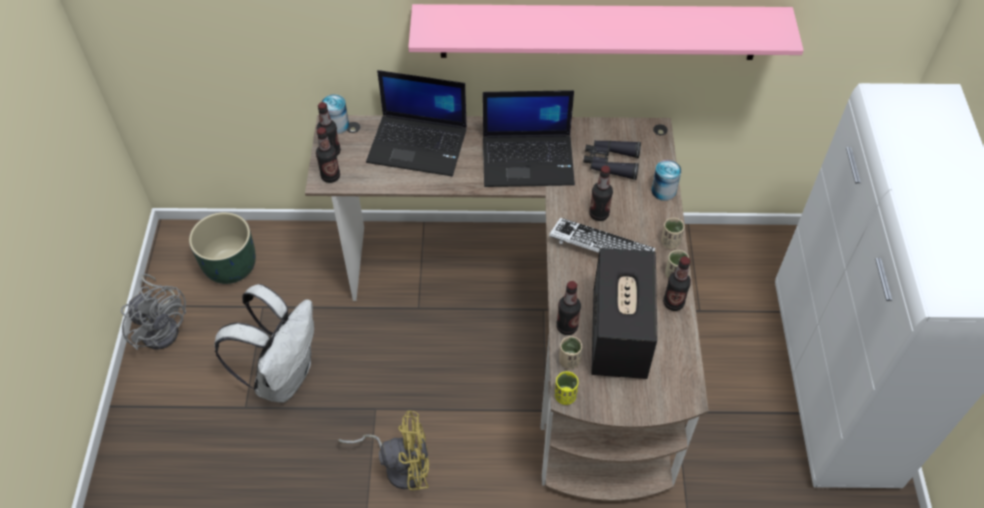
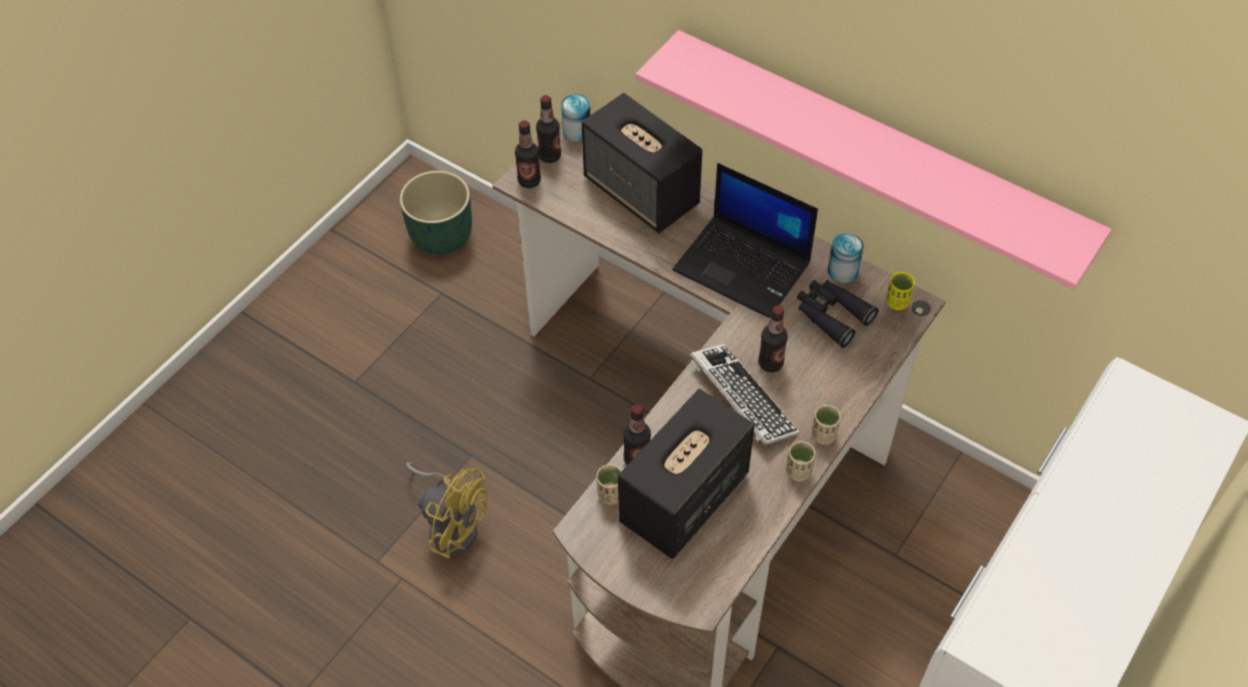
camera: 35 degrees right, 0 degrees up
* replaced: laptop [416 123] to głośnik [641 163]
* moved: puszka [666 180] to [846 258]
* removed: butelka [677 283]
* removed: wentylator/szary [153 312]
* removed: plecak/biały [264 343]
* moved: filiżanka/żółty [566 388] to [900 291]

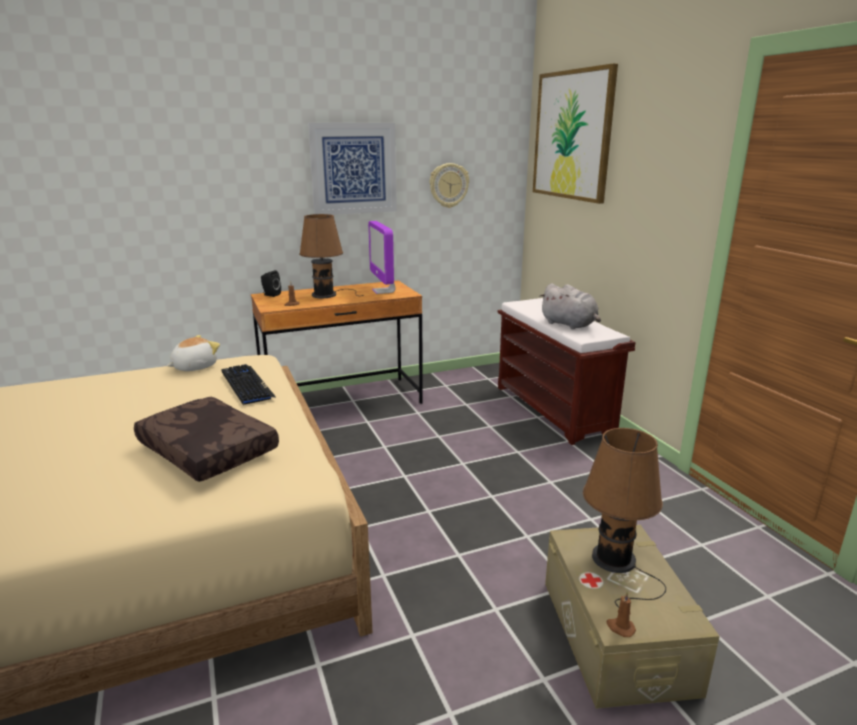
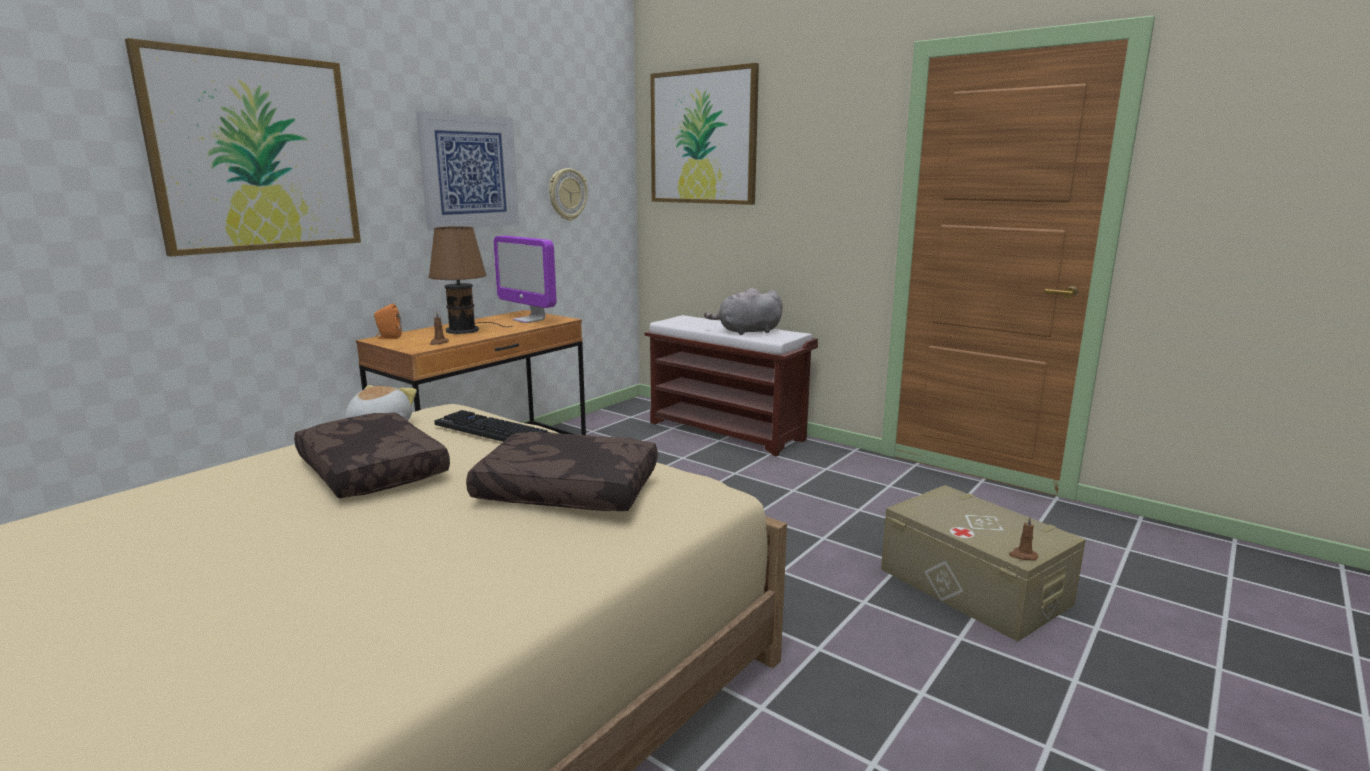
camera: 30 degrees left, 5 degrees down
* recoloured: głośnik/czarny [271 283] to głośnik/pomarańczowy [388 321]
* turned: pluszak/szary [570 306] = [743 311] 150 degrees clockwise
* removed: lampa stołowa/brązowy [624 518]
* added: obraz [243 147]
* added: poduszka/brązowy [372 455]

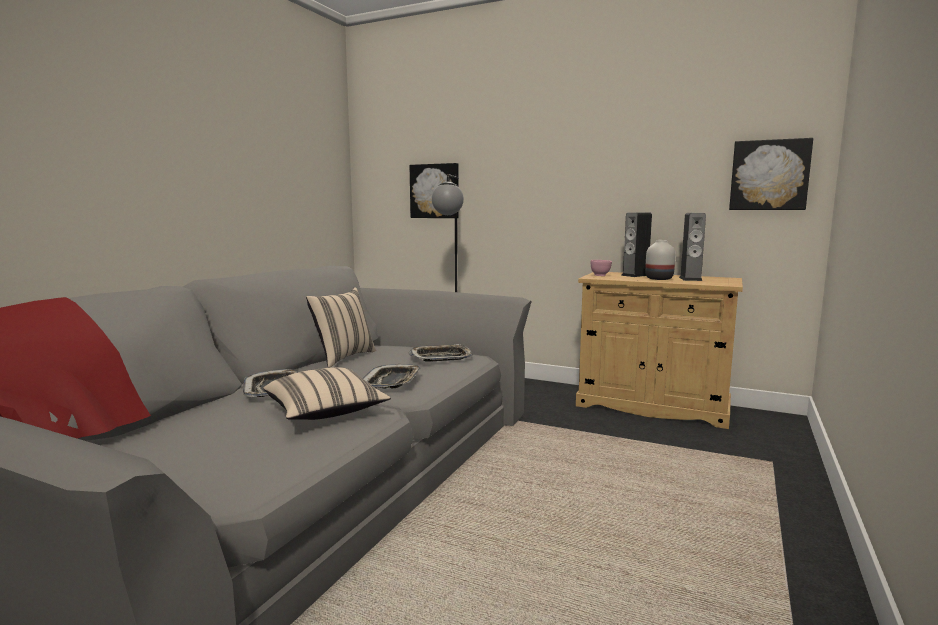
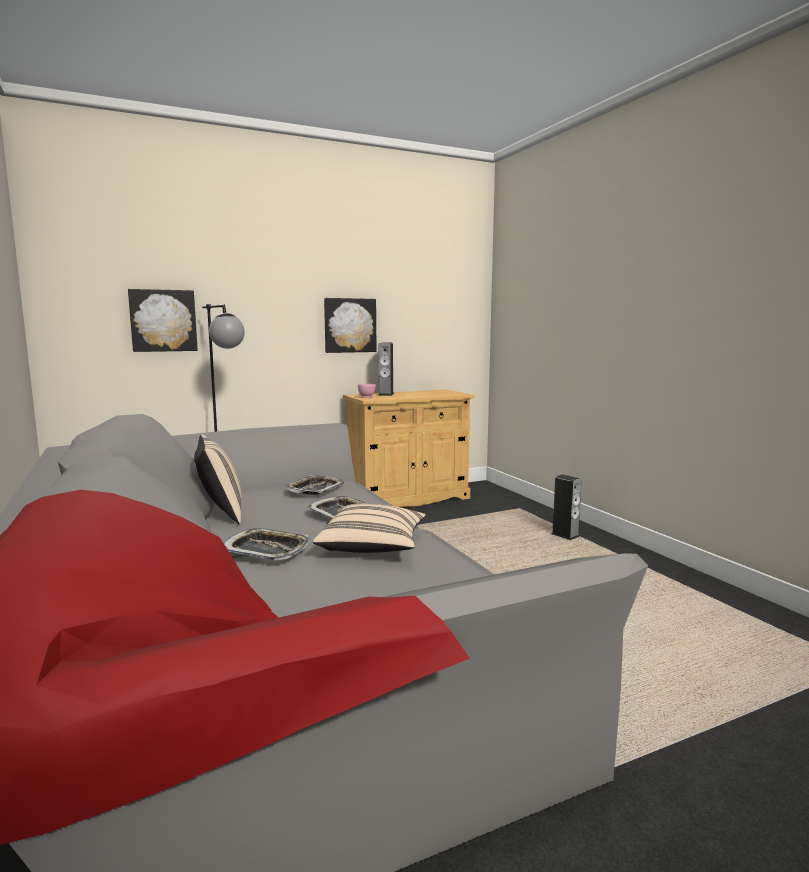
camera: 50 degrees left, 0 degrees up
* moved: obraz [771 174] to [350 325]
* moved: głośnik [692 247] to [566 507]
* removed: wazon/biały [660 260]

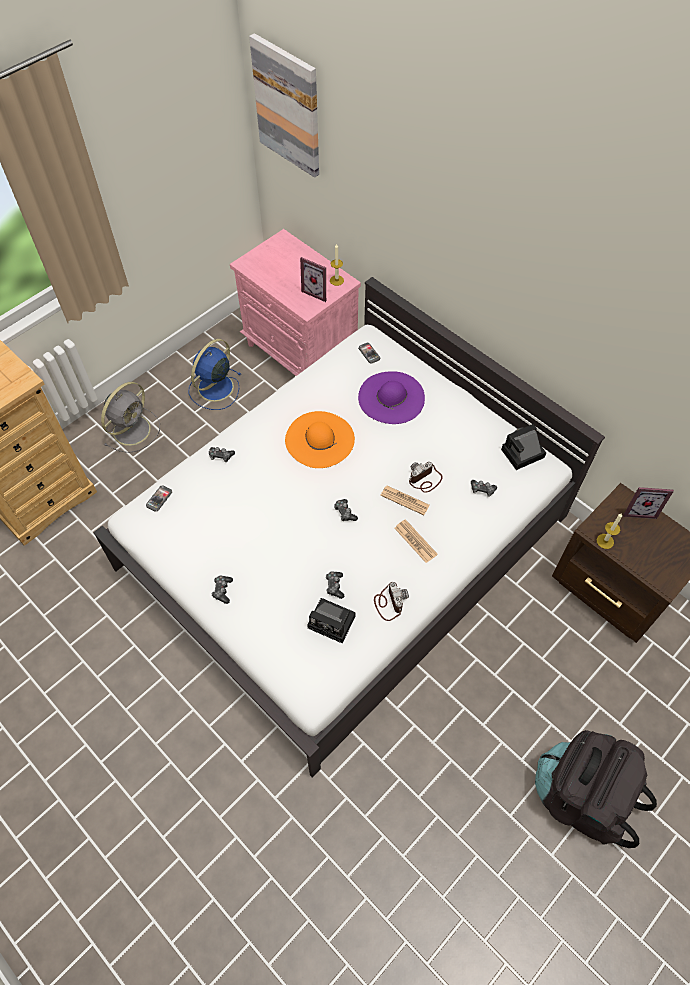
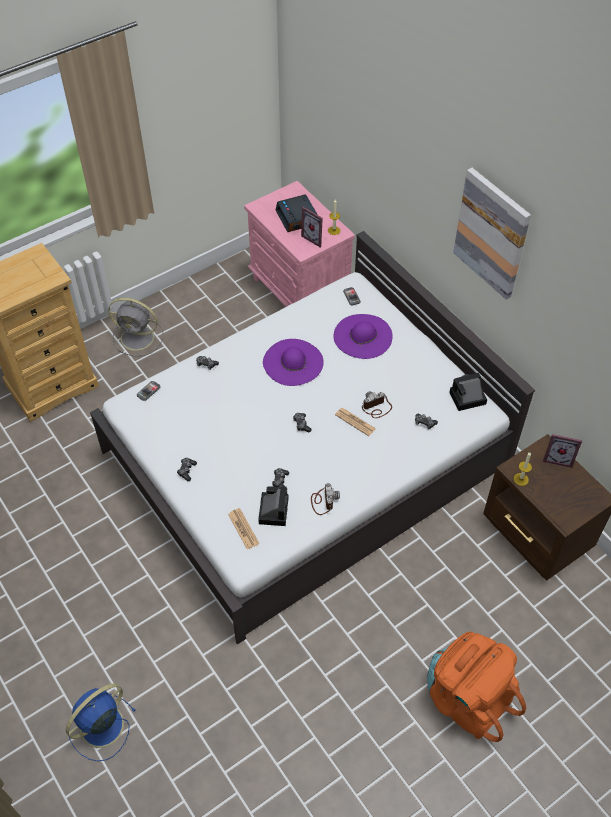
camera: 10 degrees right, 5 degrees down
* moved: obraz [284 105] to [492 234]
* moved: wentylator/niebieski [214 374] to [101 722]
* turned: wentylator/szary [130 417] = [135 327] 60 degrees clockwise
* recoloured: kapelusz/pomarańczowy [320 439] to kapelusz/fioletowy [293 362]
* moved: gazeta [416 541] to [243 528]
* turned: aparat fotograficzny [331 620] = [273 506] 120 degrees counterclockwise
* recoloured: plecak/czarny [596 789] to plecak/pomarańczowy [476 687]
* added: budzik [297 213]

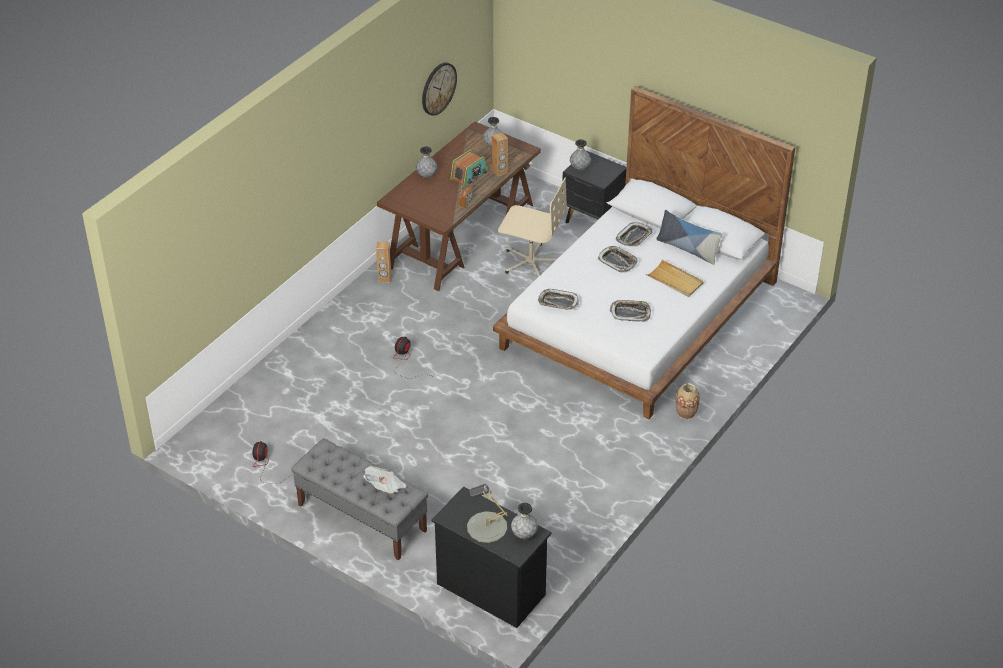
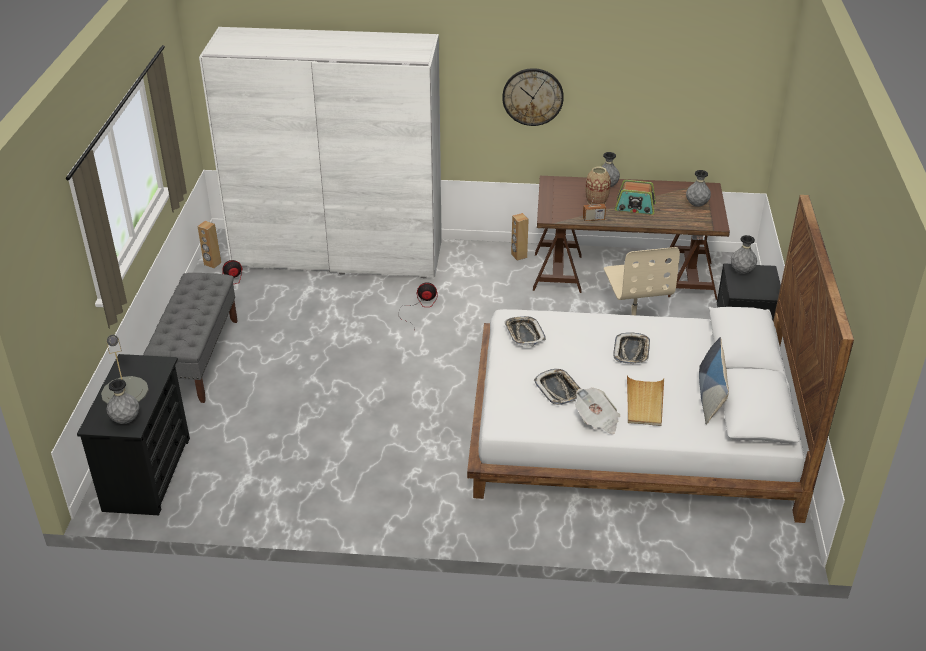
camera: 60 degrees right, 5 degrees down
* moved: zegar ścienny [439 89] to [533 97]
* moved: głośnik/brązowy [499 154] to [209 244]
* removed: taca [634 234]
* moved: wazon [687 401] to [598 186]
* moved: gazeta [385 480] to [597 411]
* added: szafa/biały [320 153]

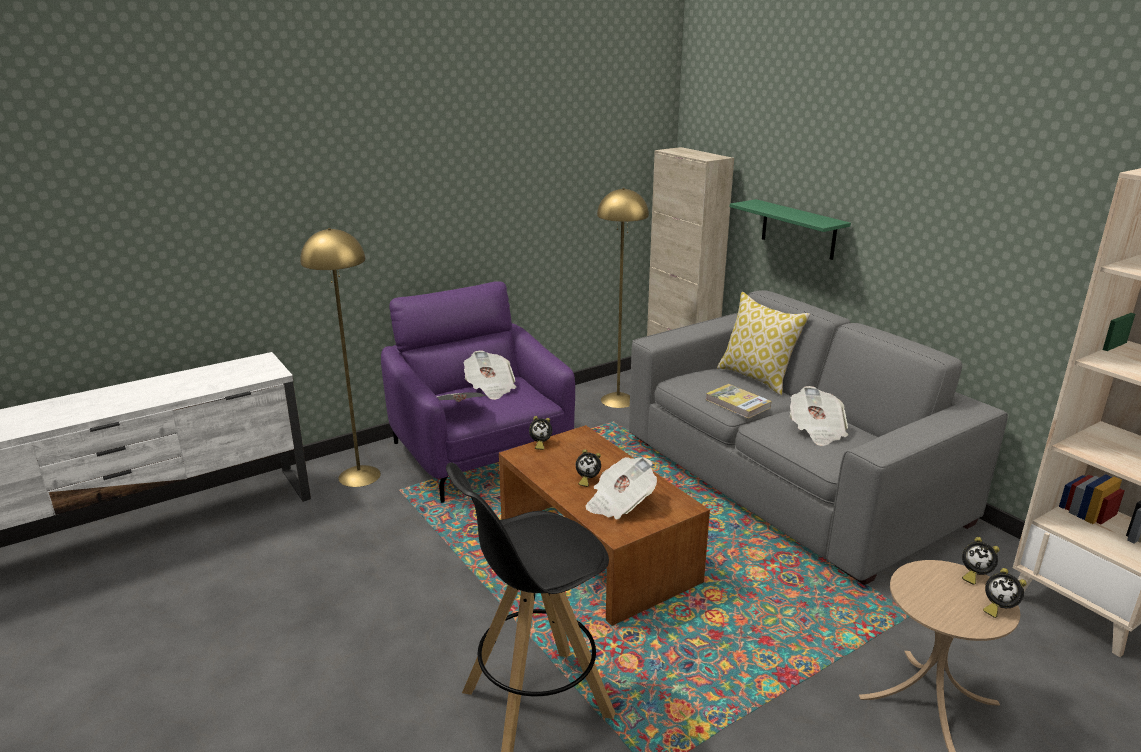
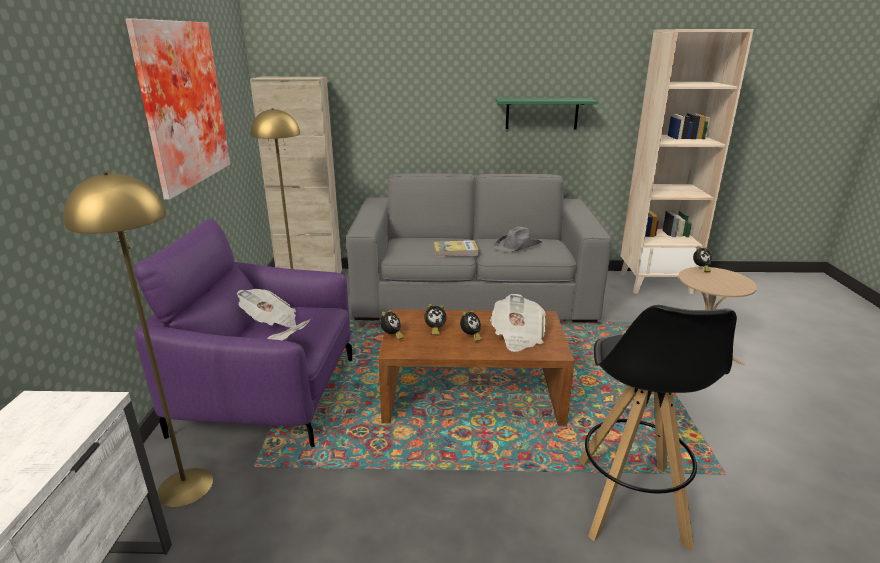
camera: 55 degrees left, 0 degrees up
* moved: półka/zielony [790 229] to [547 114]
* removed: poduszka [763 343]
* replaced: gazeta [818 416] to kapelusz/szary [517 239]
* moved: budzik [1005 593] to [435 319]
* added: obraz [178 109]

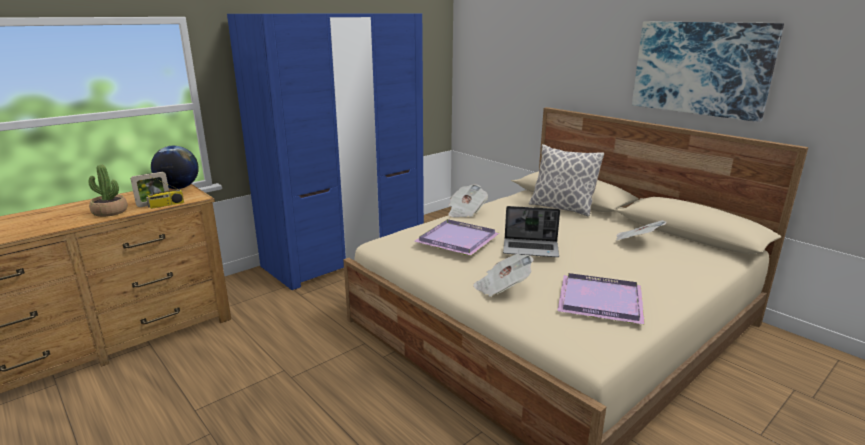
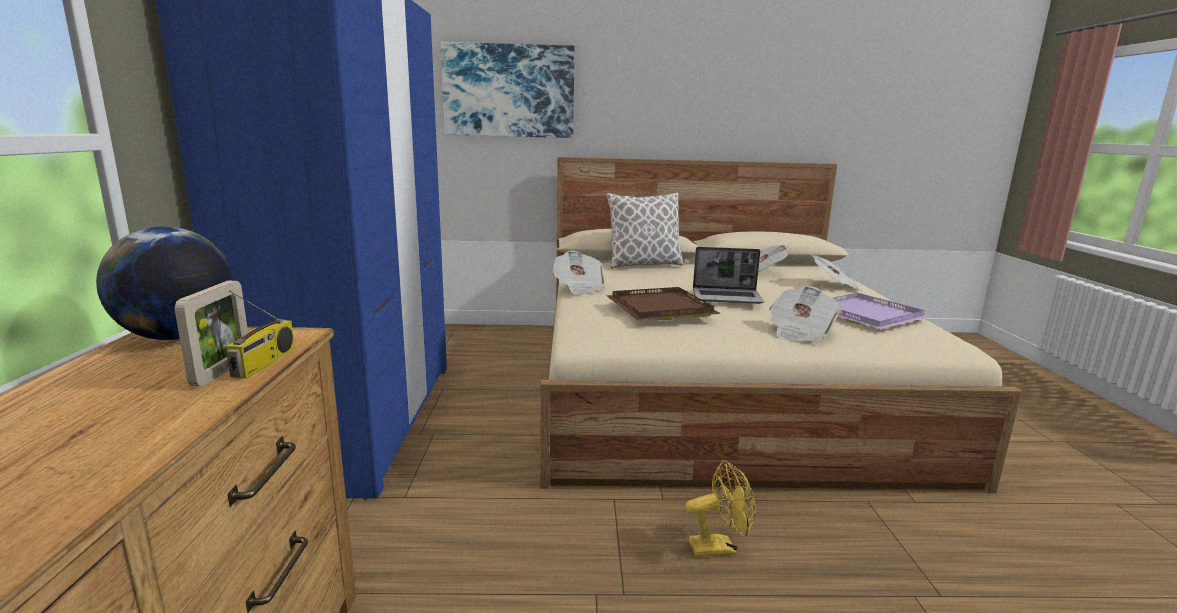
camera: 50 degrees left, 5 degrees down
* moved: obraz [708 71] to [508 90]
* removed: roślina doniczkowa [108 190]
* turned: laptop [531 231] = [728 275] 45 degrees clockwise
* recoloured: taca/fioletowy [456 237] to taca/brązowy [664 303]
* added: gazeta [835 272]
* added: wentylator/żółty [720 508]

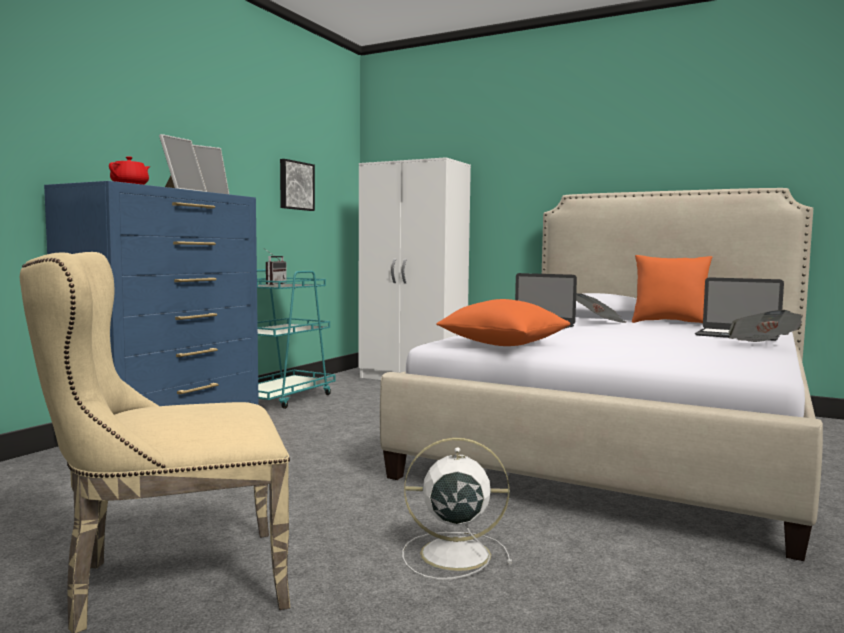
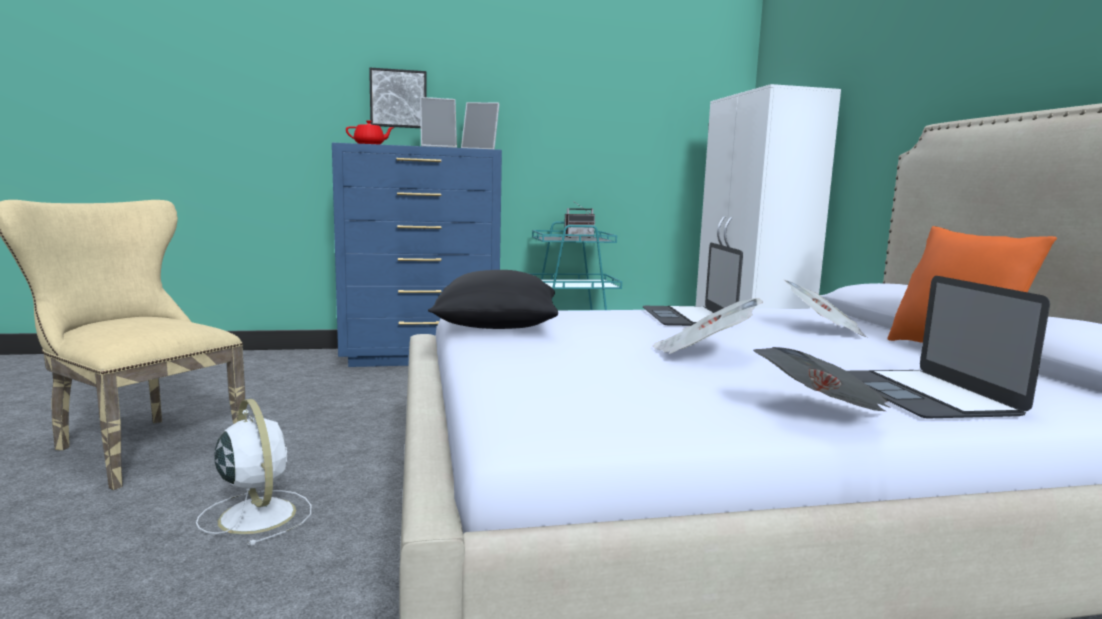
camera: 50 degrees right, 5 degrees up
* moved: obraz [297 185] to [398 97]
* recoloured: poduszka/pomarańczowy [503 322] to poduszka/czarny [493 299]
* added: gazeta [708 326]

